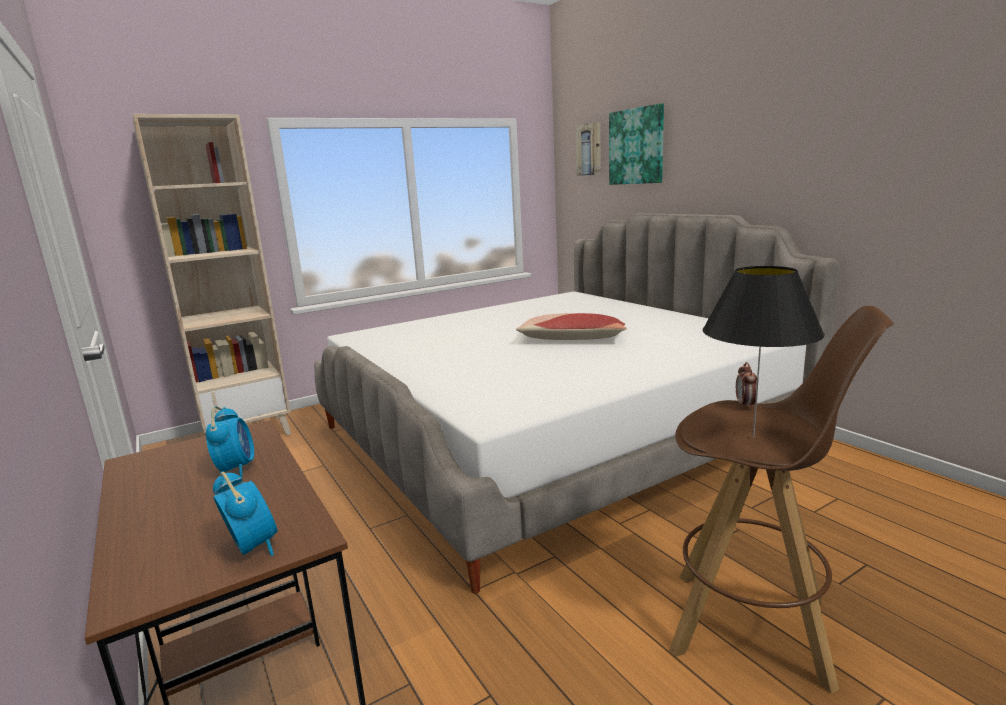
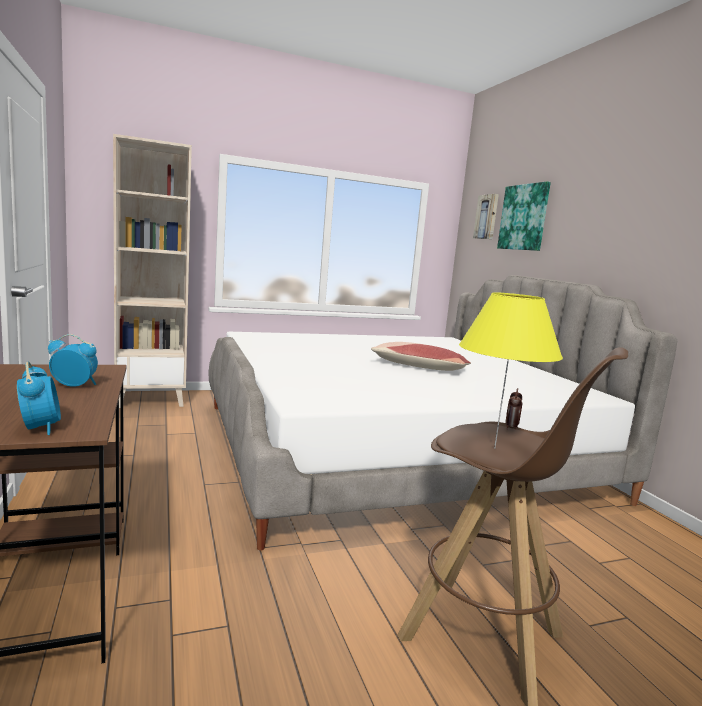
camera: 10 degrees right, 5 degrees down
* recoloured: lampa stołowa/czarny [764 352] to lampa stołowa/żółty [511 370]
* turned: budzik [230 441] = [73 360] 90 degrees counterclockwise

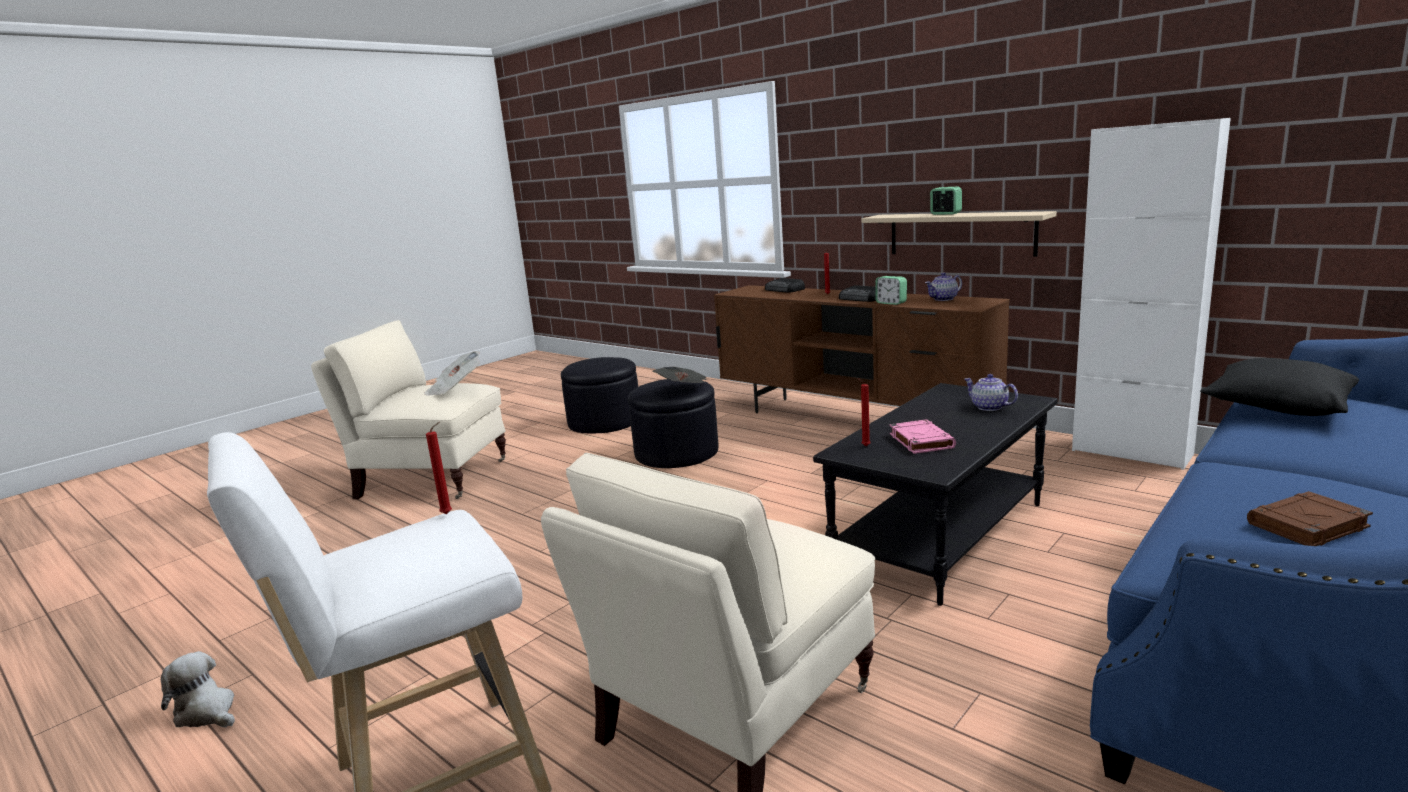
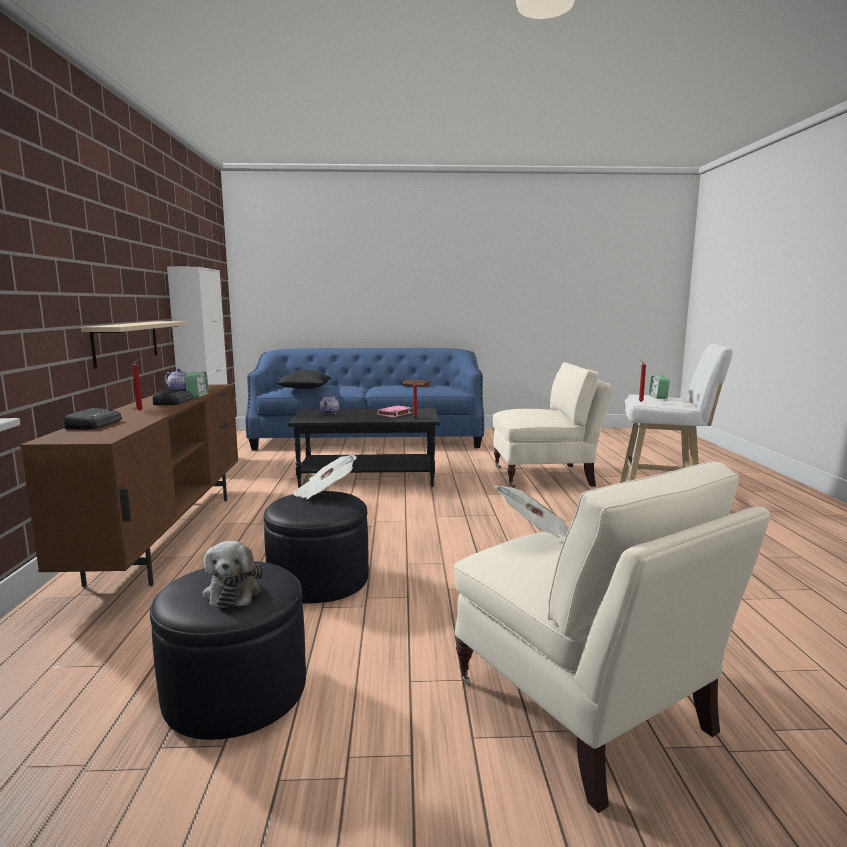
camera: 135 degrees left, 5 degrees down
* moved: budzik [946 201] to [659 387]
* moved: pluszak [198 689] to [232 574]

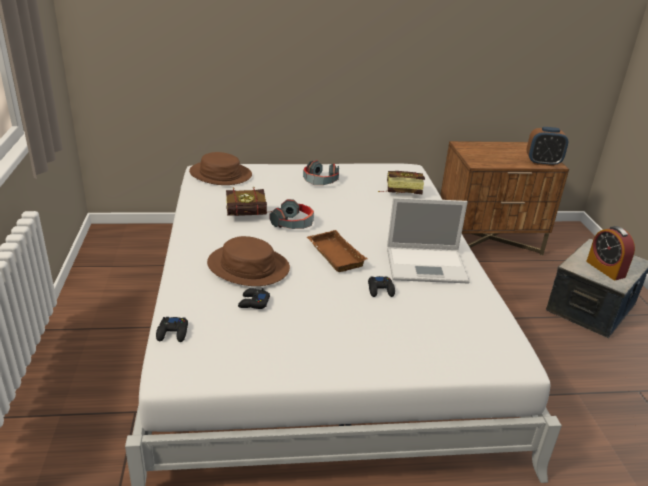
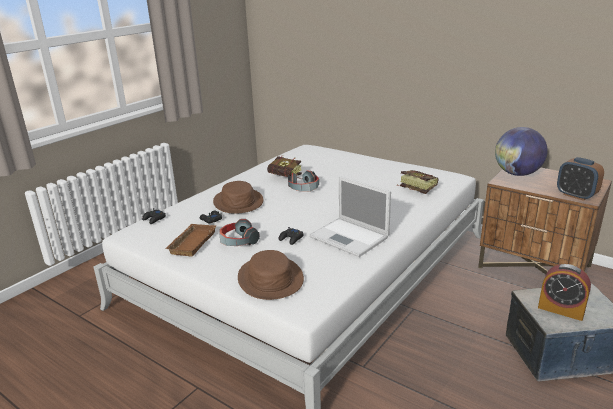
camera: 45 degrees right, 5 degrees down
* moved: kapelusz/brązowy [220 168] to [271 275]
* moved: słuchawki [321 172] to [239 232]
* turned: budzik [610 253] = [564 292] 75 degrees counterclockwise
* moved: taca/brązowy [337 251] to [190 240]
* added: globus [521 151]

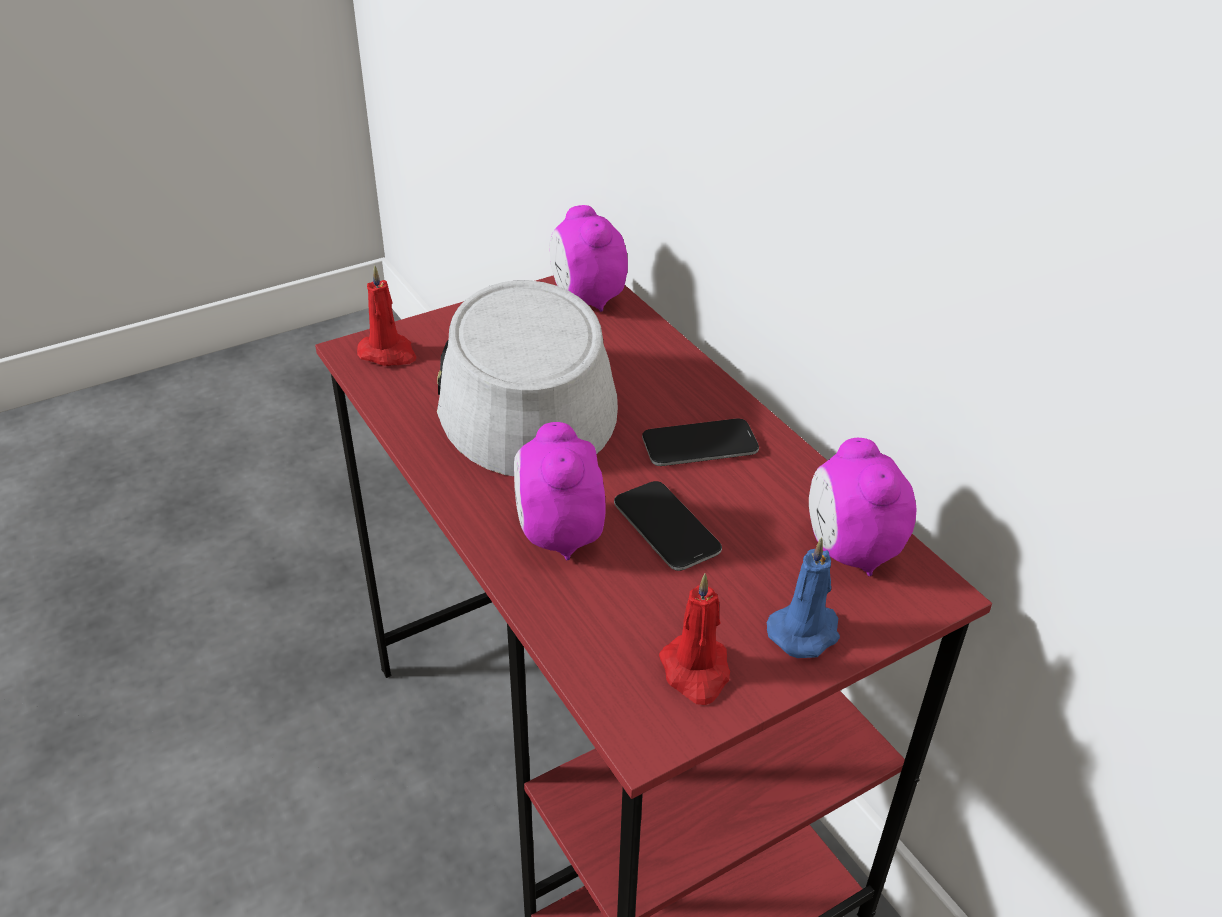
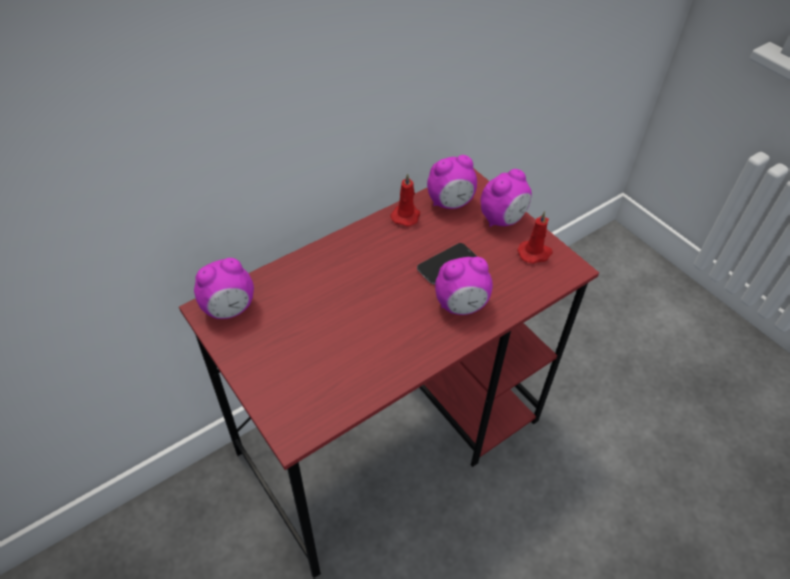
camera: 95 degrees left, 10 degrees up
* moved: świeca/czerwony [387 316] to [405 200]
* removed: kapelusz/szary [527 378]
* removed: telefon [700 442]
* replaced: świeca/niebieski [803 597] to budzik [506 198]

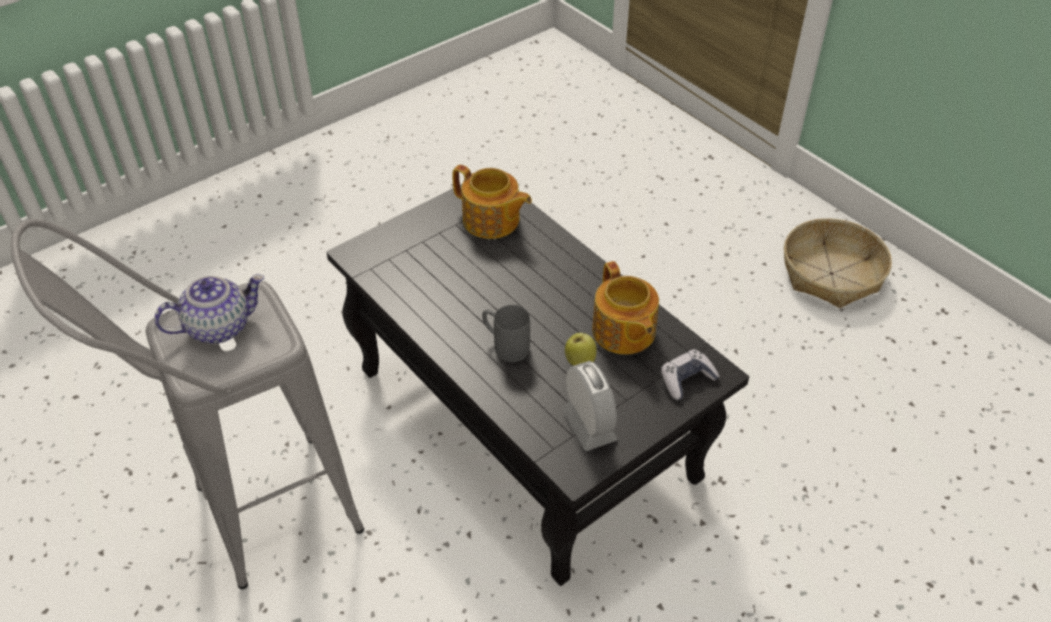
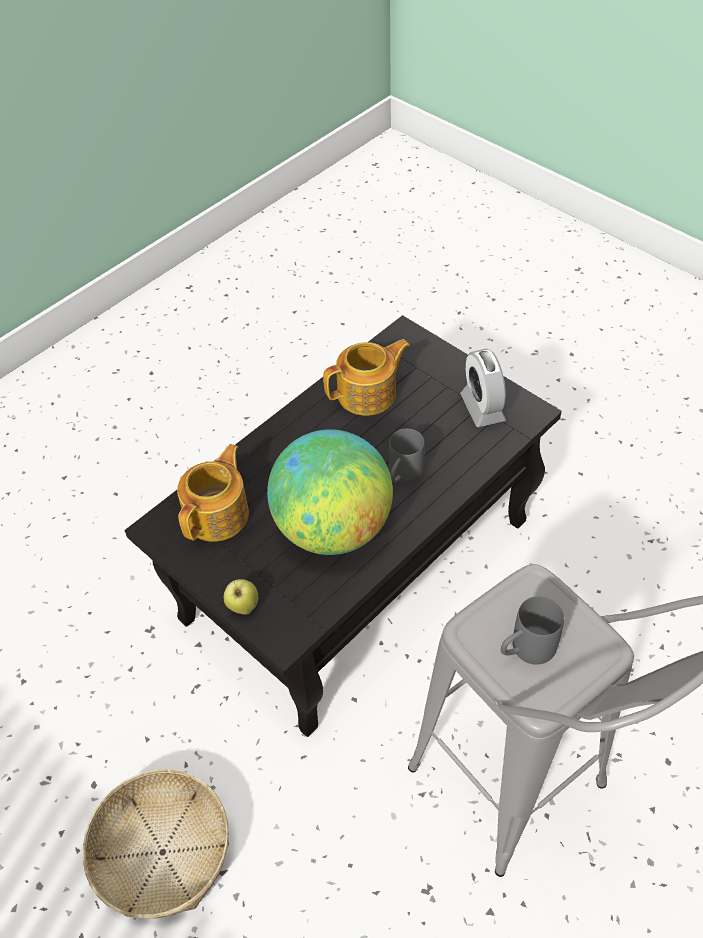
camera: 95 degrees left, 5 degrees up
* moved: koszyk [838 263] to [156 844]
* replaced: imbryk [209 309] to kubek/szary [532 630]
* moved: jabłko [581 349] to [241 597]
* removed: pad do gier [690 374]
* turned: budzik [589 406] = [483 387] 75 degrees counterclockwise
* added: globus [330 492]

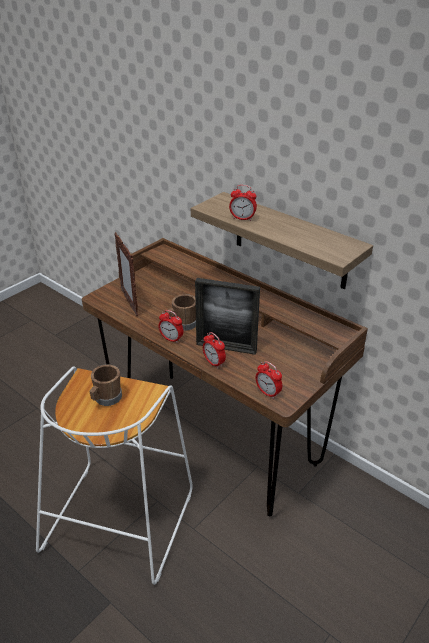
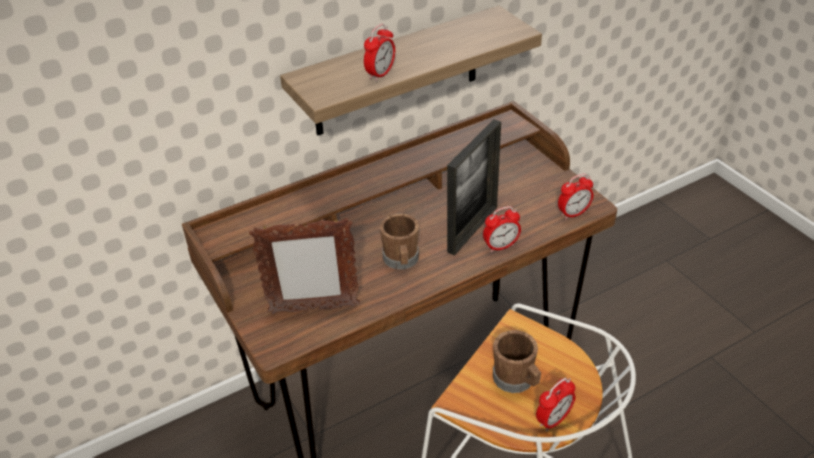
camera: 70 degrees left, 5 degrees up
* moved: budzik [171 326] to [555 404]

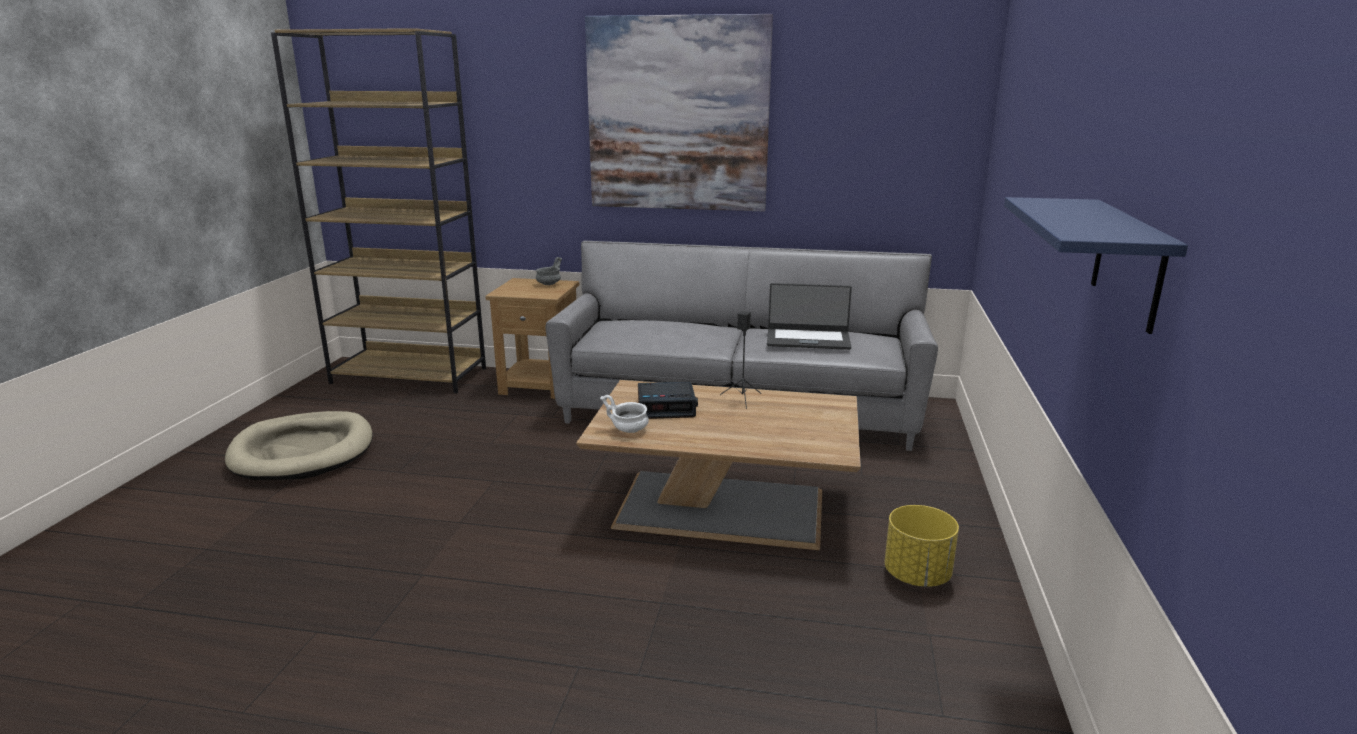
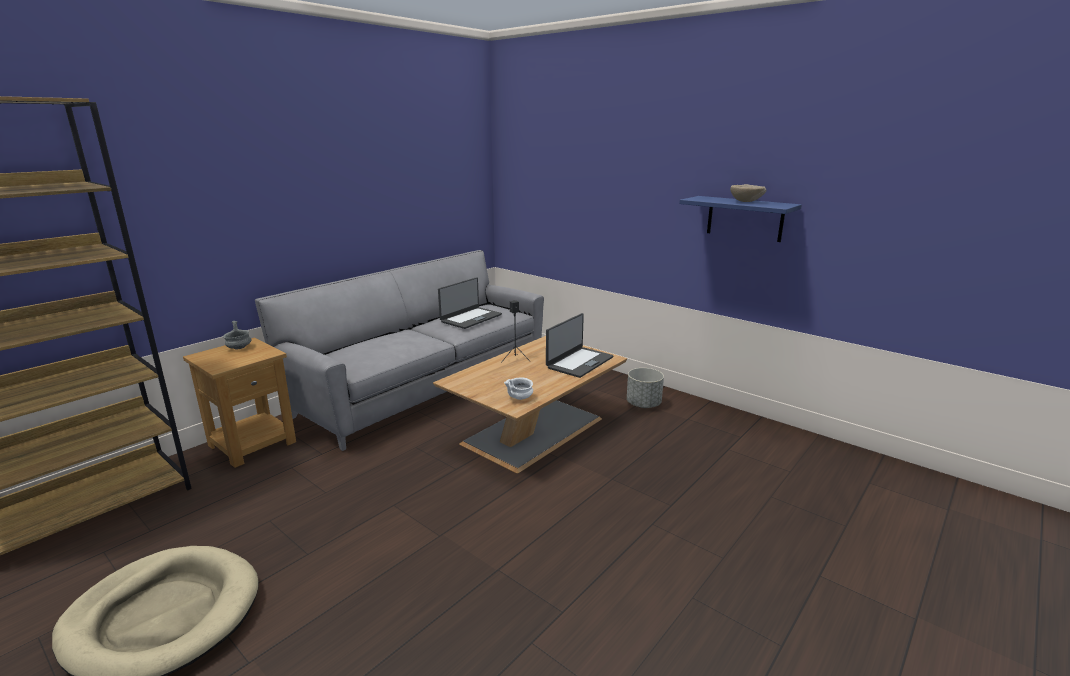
camera: 60 degrees left, 0 degrees up
* removed: obraz [679 112]
* removed: budzik [668 400]
* recoloured: donica/żółty [922 546] to donica/szary [645 388]
* added: miska/beżowy [748 193]
* added: laptop [580 345]

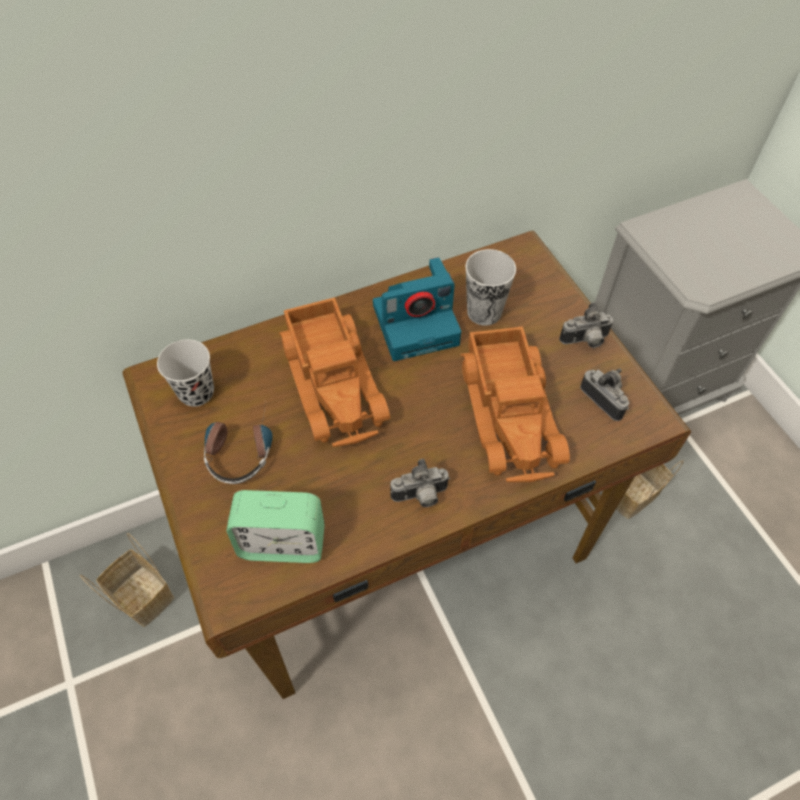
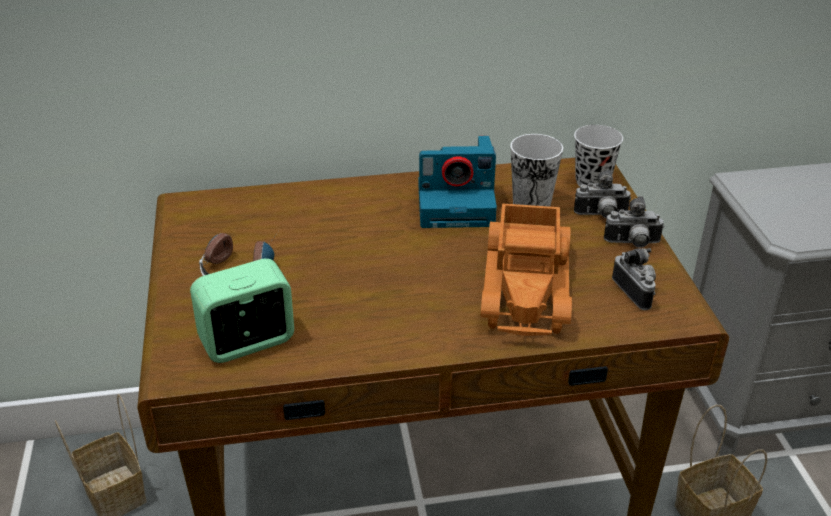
camera: 15 degrees right, 20 degrees down
* removed: ciężarówka zabawkowa [334 372]
* moved: filiżanka/czarny [185 373] to [598 155]
* moved: aparat fotograficzny [420 483] to [602 193]
* turned: budzik [275 526] = [242 310] 135 degrees clockwise

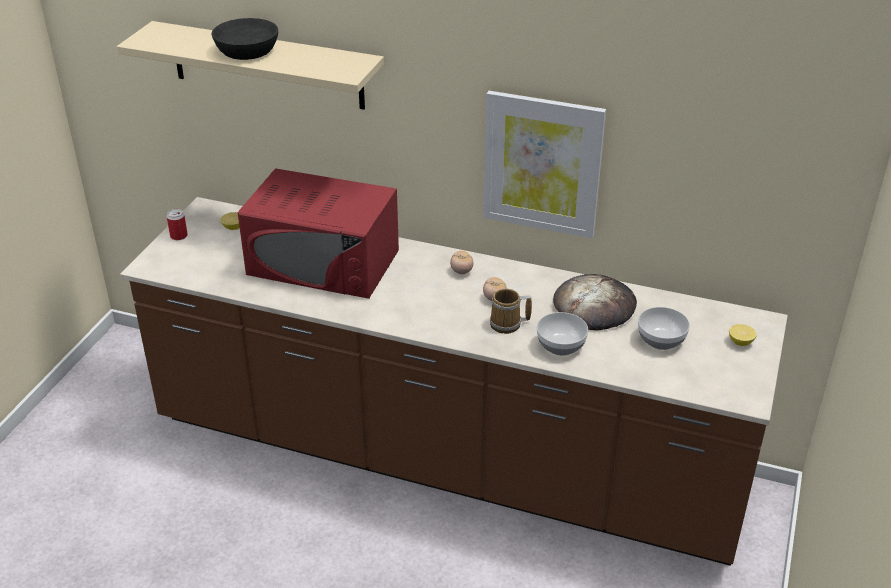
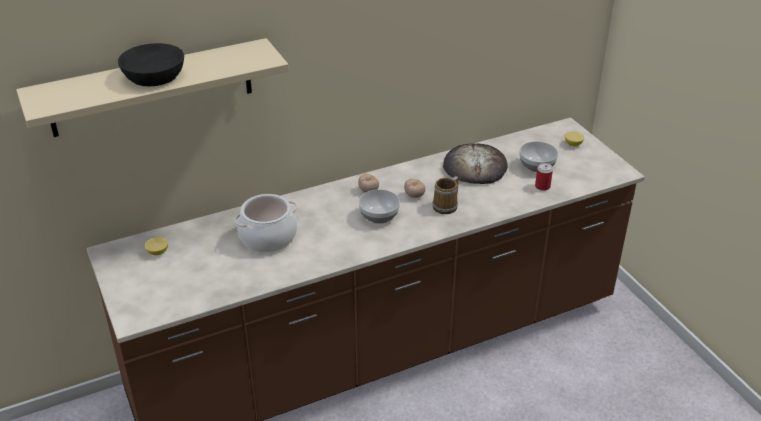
camera: 45 degrees left, 0 degrees up
* removed: obraz [544 164]
* replaced: mikrofalówka/czerwony [318 233] to garnek [266 223]
* moved: puszka [177 224] to [544 177]
* moved: miska [562 333] to [379 206]

